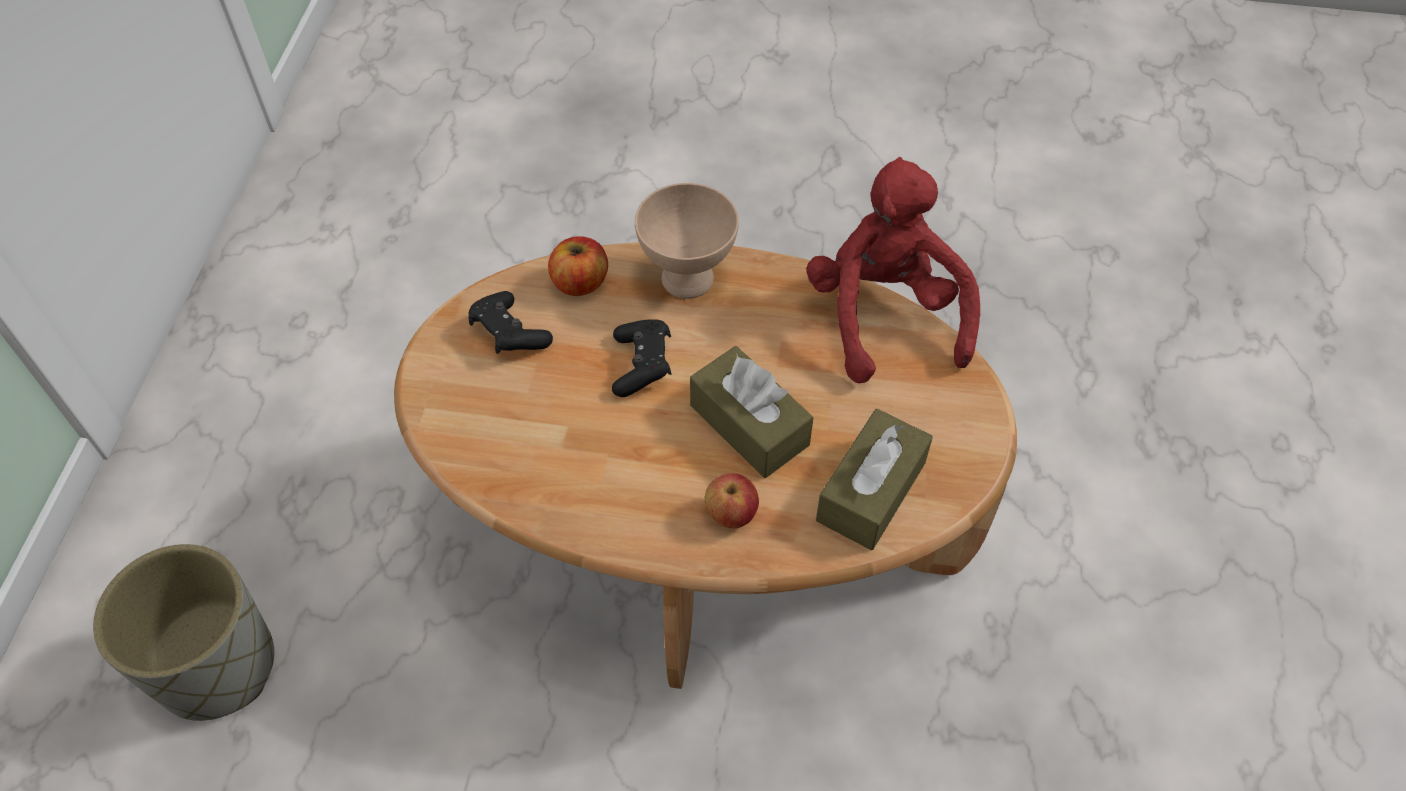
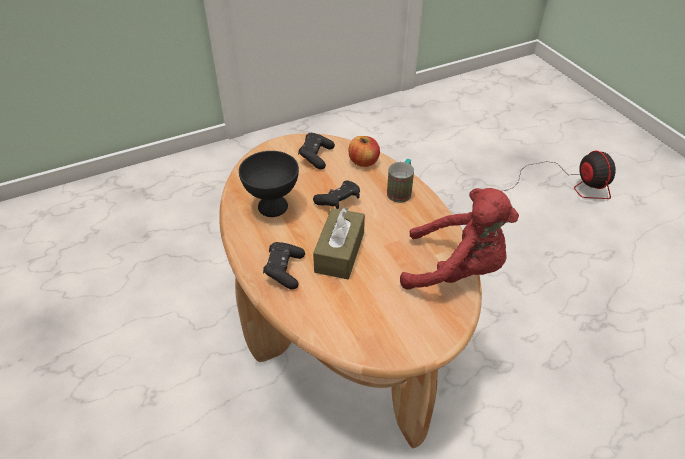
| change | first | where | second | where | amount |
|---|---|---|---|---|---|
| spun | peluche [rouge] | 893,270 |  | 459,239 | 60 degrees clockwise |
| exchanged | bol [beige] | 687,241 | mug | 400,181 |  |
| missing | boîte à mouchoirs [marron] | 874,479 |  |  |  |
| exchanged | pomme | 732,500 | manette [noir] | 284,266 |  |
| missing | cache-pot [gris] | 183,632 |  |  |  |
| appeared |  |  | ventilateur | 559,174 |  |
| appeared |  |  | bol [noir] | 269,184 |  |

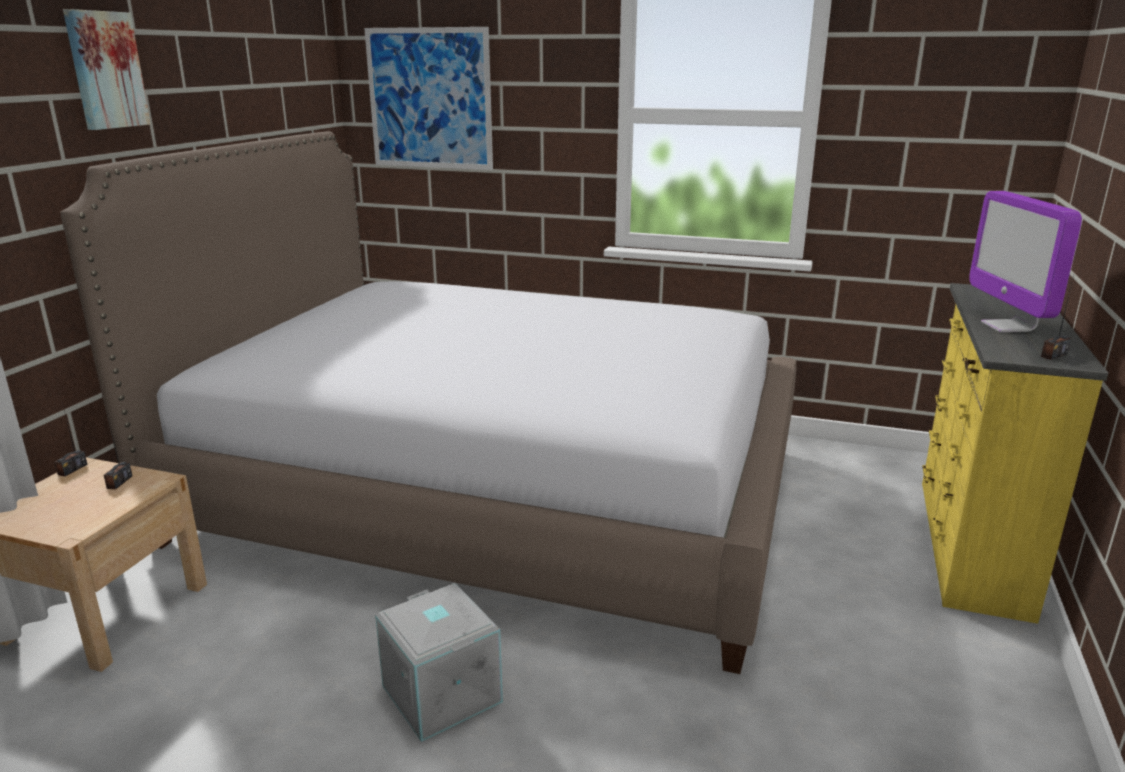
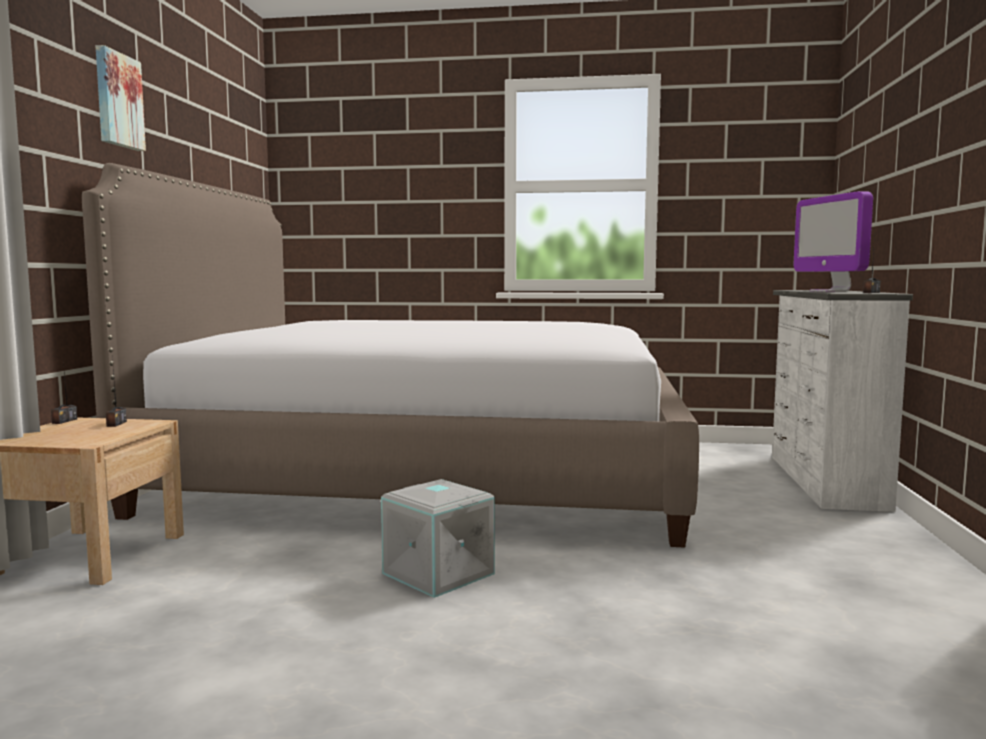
| change | first | where | second | where | amount |
|---|---|---|---|---|---|
| missing | tableau | 428,98 |  |  |  |
| colour | commode [jaune] | 1015,453 | commode [blanc] | 842,401 |  |

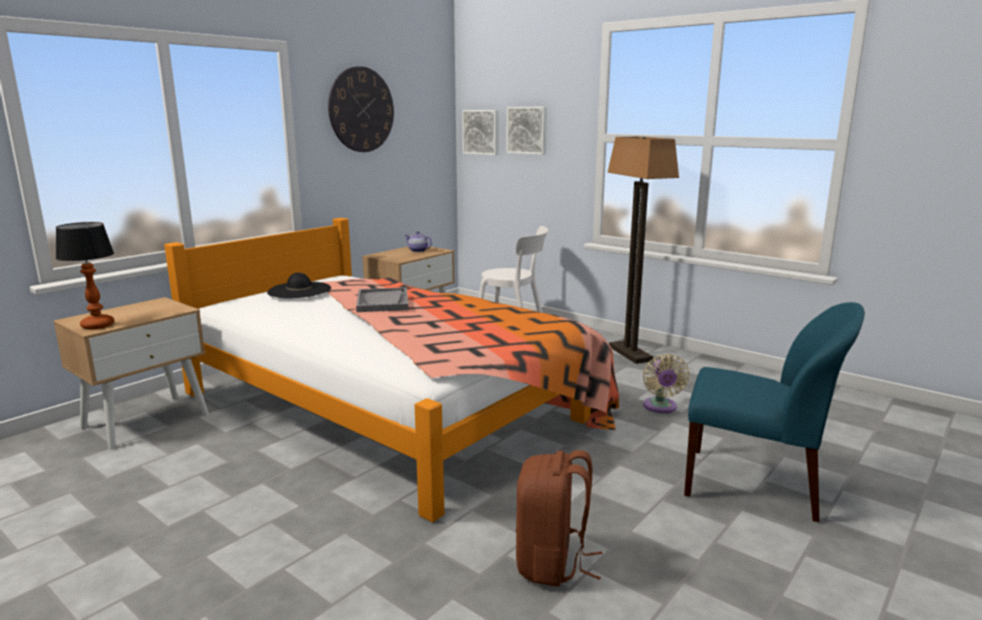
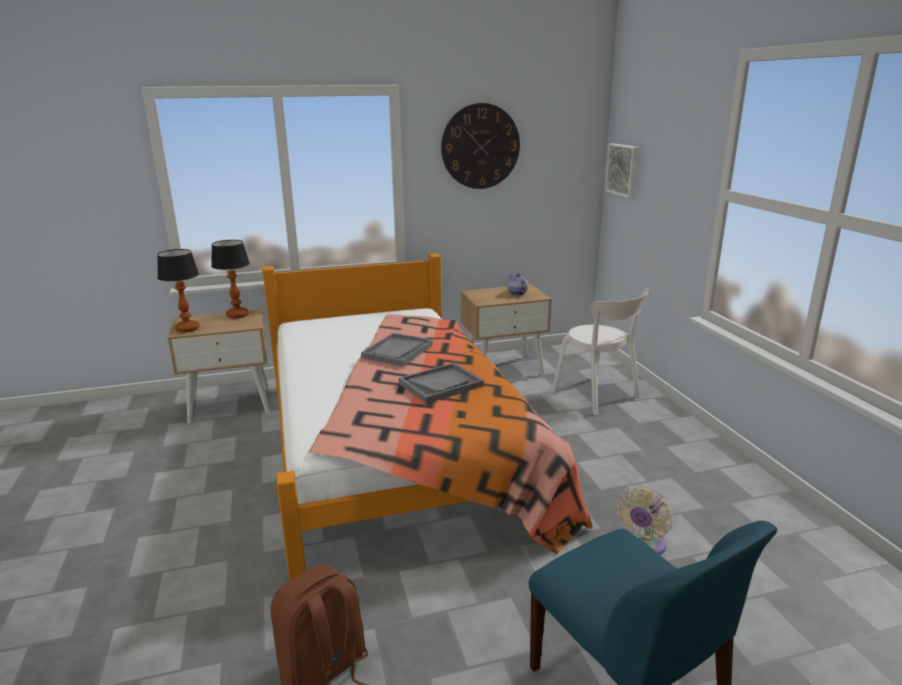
| change | first | where | second | where | amount |
|---|---|---|---|---|---|
| missing | tableau | 527,131 |  |  |  |
| missing | lampadaire | 643,250 |  |  |  |
| missing | chapeau [noir] | 299,286 |  |  |  |
| appeared |  |  | lampe de table | 230,279 |  |
| appeared |  |  | plateau [gris] | 441,383 |  |

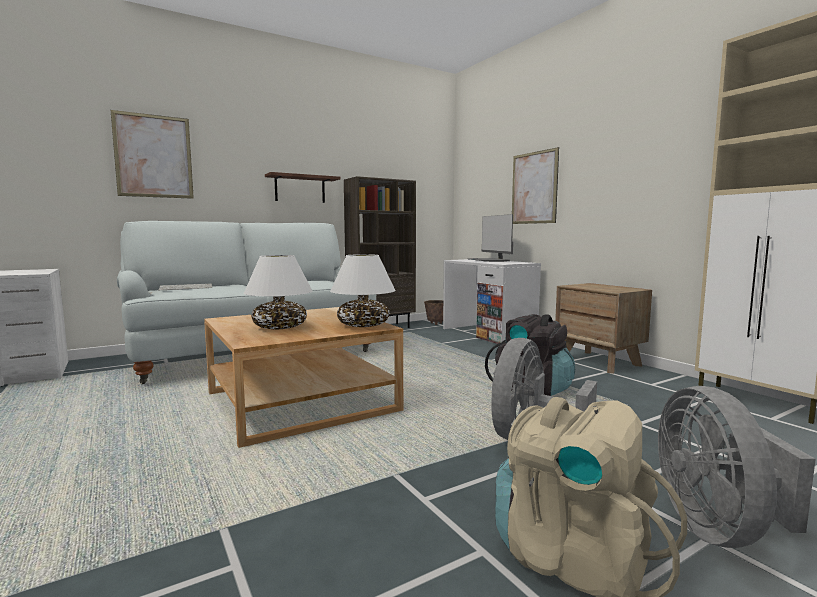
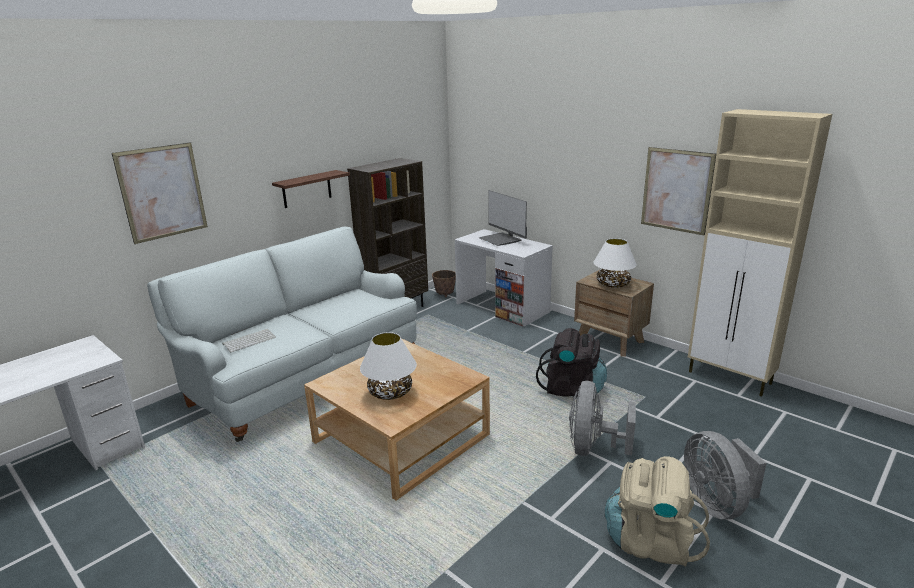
| change | first | where | second | where | amount |
|---|---|---|---|---|---|
| relocated | tableau | 535,185 |  | 678,191 |  |
| relocated | lampe de table [blanc] | 363,290 |  | 615,263 |  |

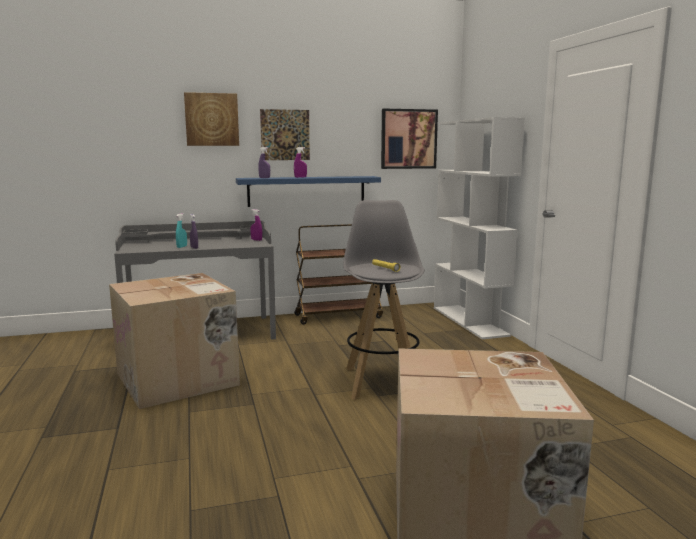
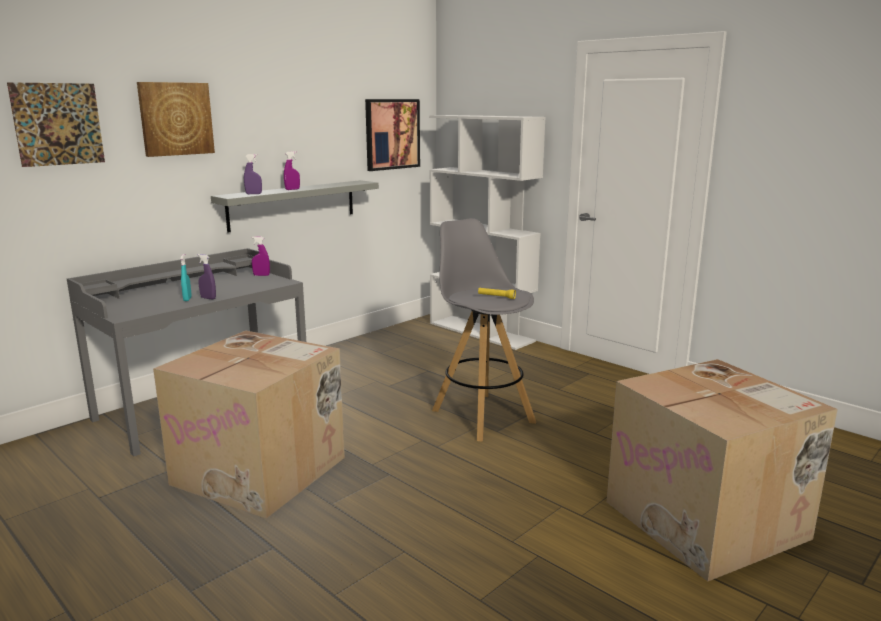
| change | first | where | second | where | amount |
|---|---|---|---|---|---|
| relocated | tableau | 285,134 |  | 56,124 |  |
| colour | étagère [bleu] | 308,191 | étagère [gris] | 295,206 |  |
| missing | chariot [marron] | 338,274 |  |  |  |

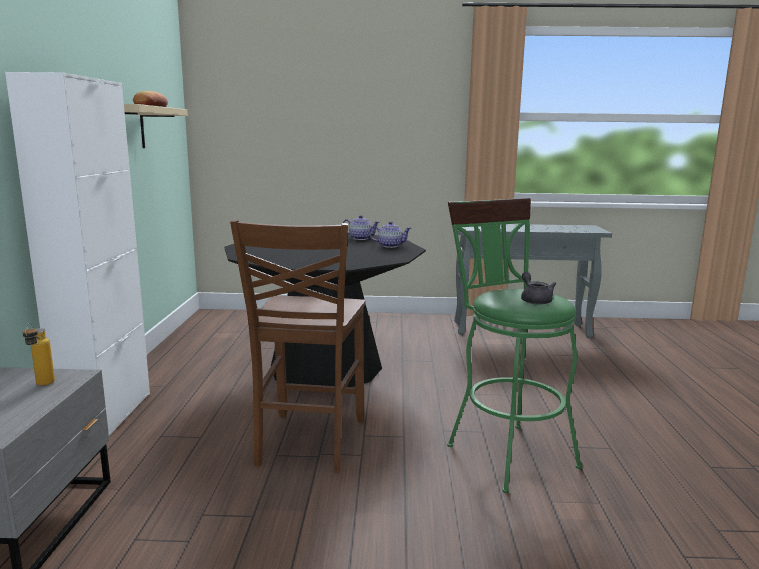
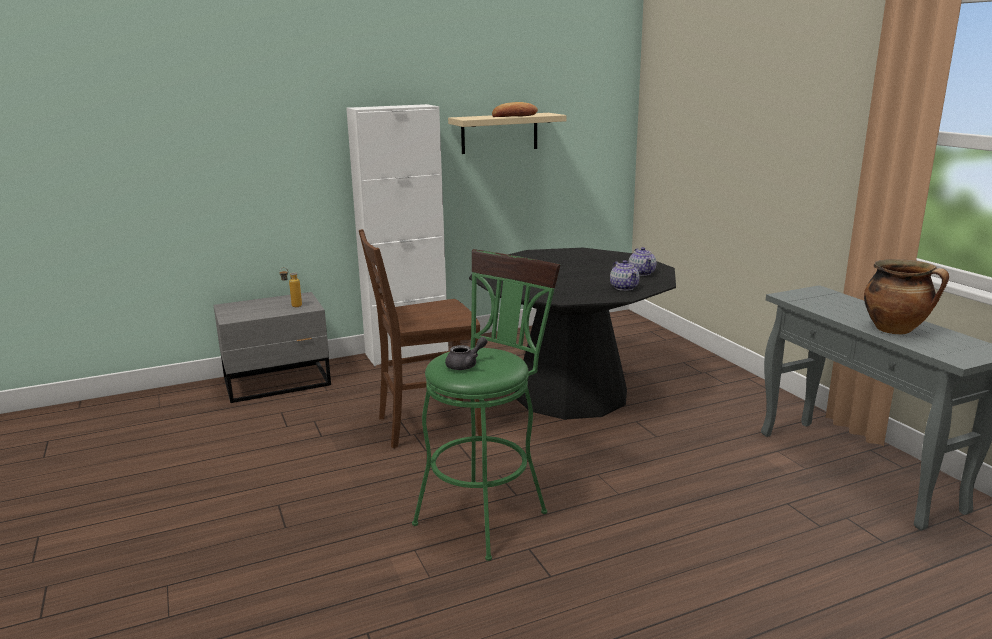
| change | first | where | second | where | amount |
|---|---|---|---|---|---|
| appeared |  |  | marmite | 906,296 |  |

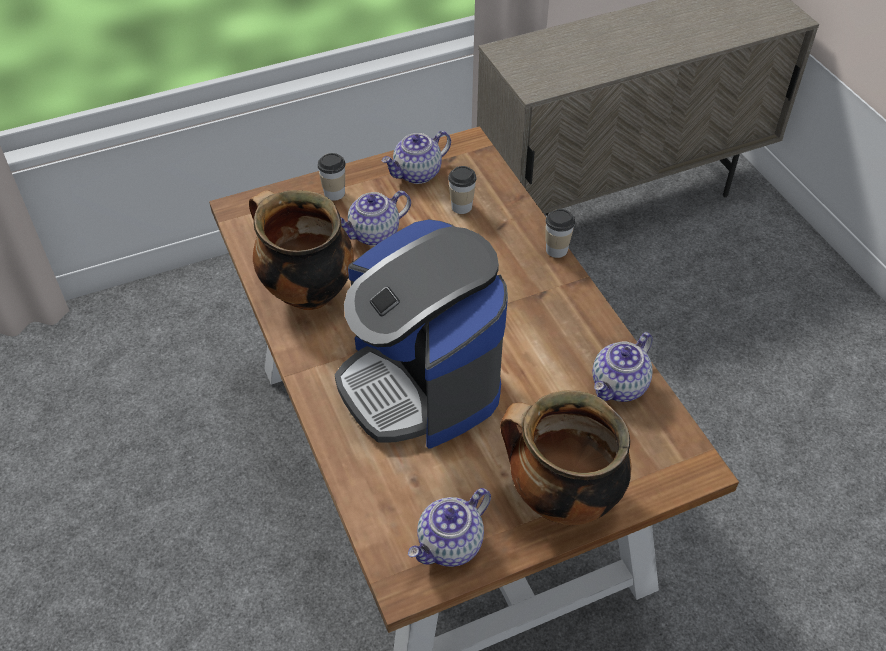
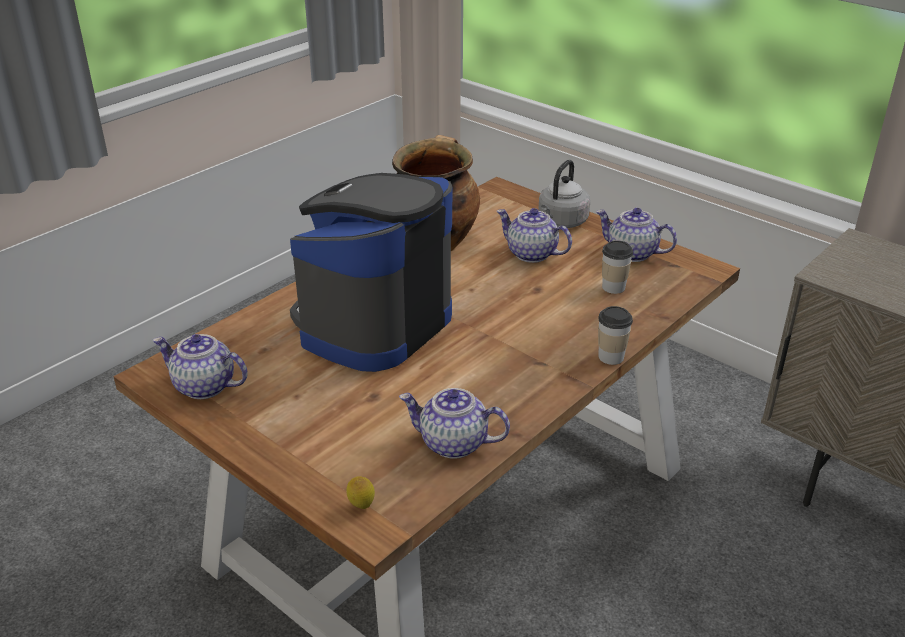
| change | first | where | second | where | amount |
|---|---|---|---|---|---|
| exchanged | tasse | 332,177 | bouilloire [gris] | 564,194 |  |
| missing | marmite | 566,457 |  |  |  |
| appeared |  |  | citron | 360,492 |  |

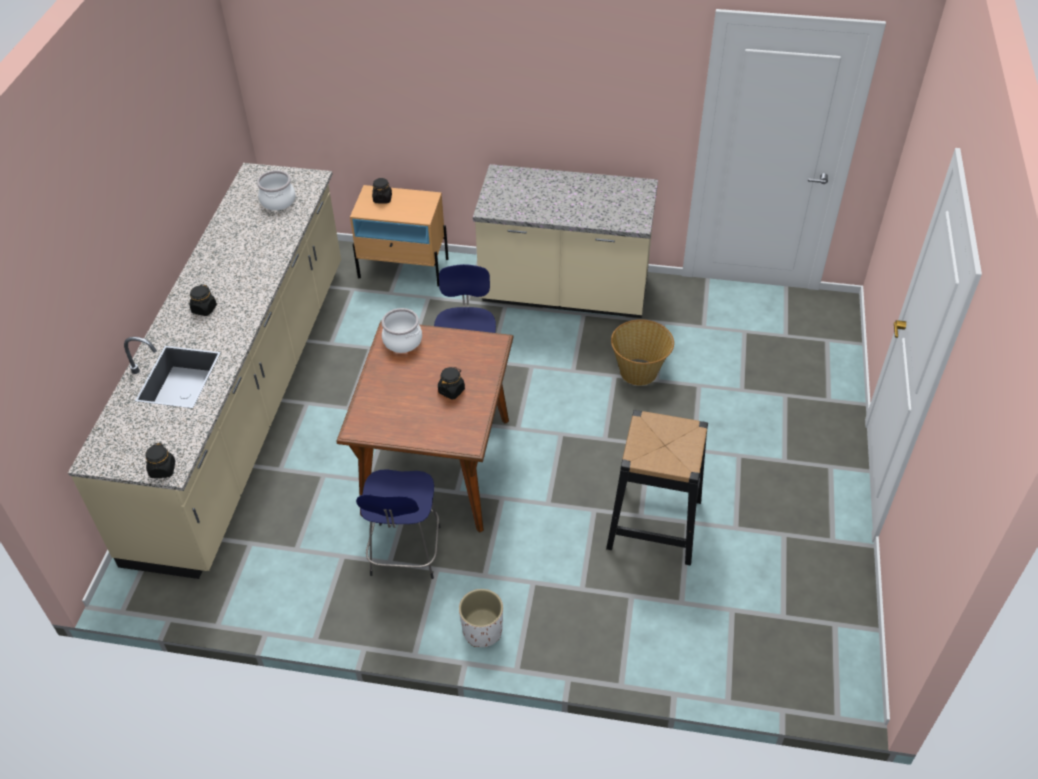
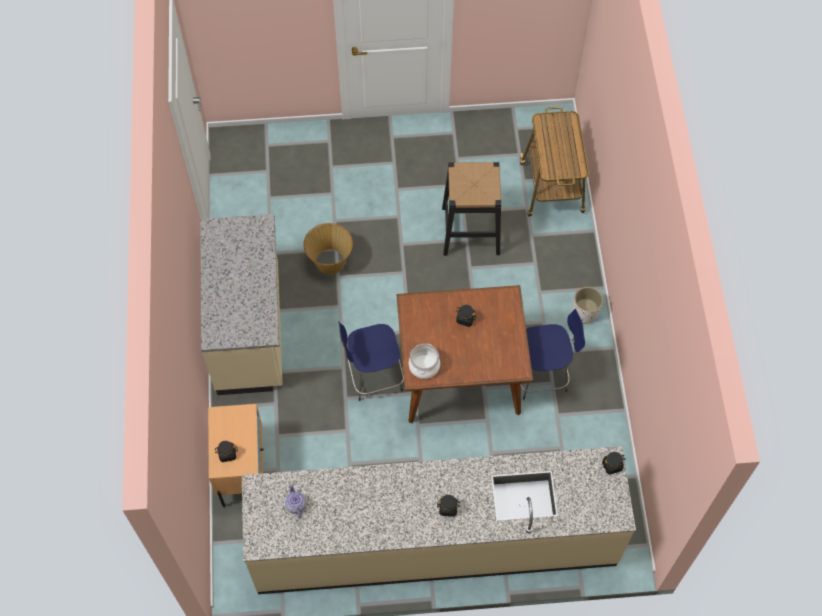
| change | first | where | second | where | amount |
|---|---|---|---|---|---|
| exchanged | marmite | 276,190 | théière | 295,501 |  |
| appeared |  |  | chariot | 554,161 |  |

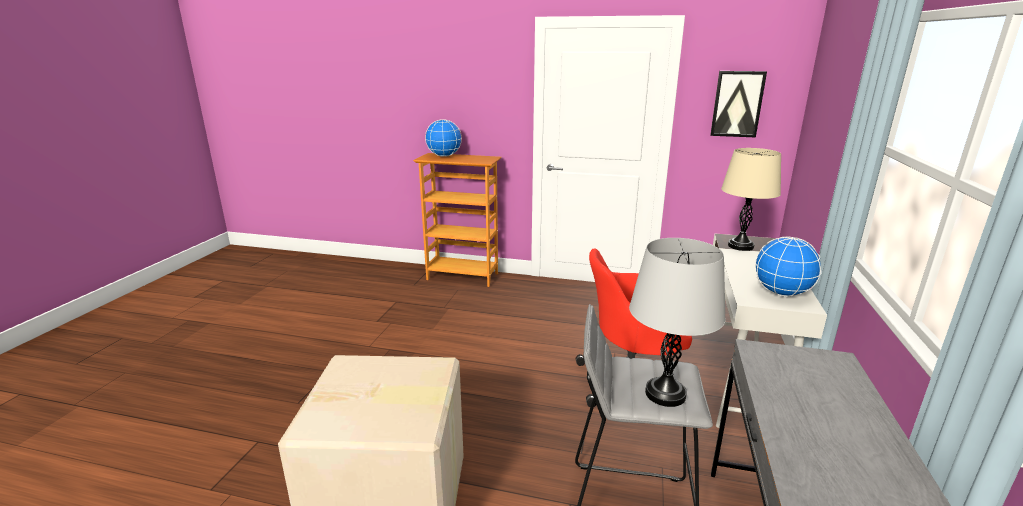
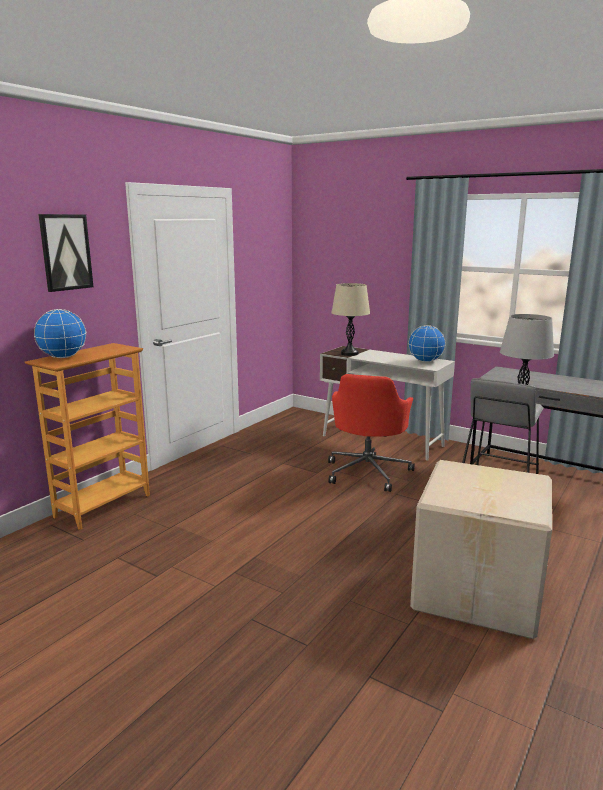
| change | first | where | second | where | amount |
|---|---|---|---|---|---|
| relocated | tableau | 738,104 |  | 65,253 |  |

